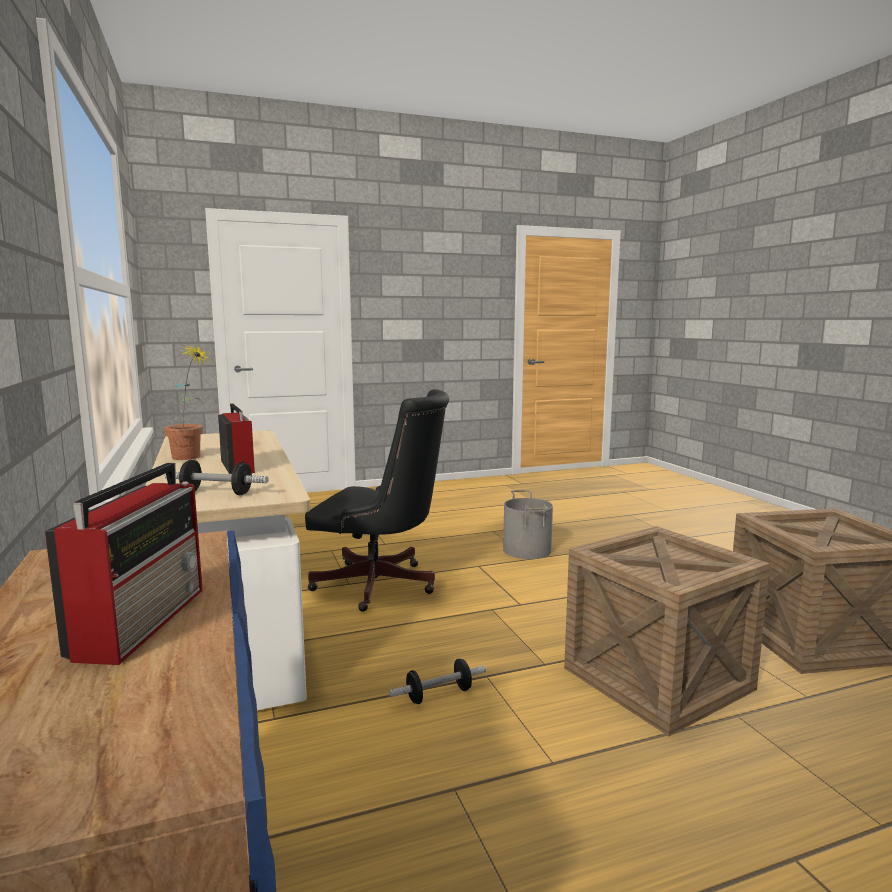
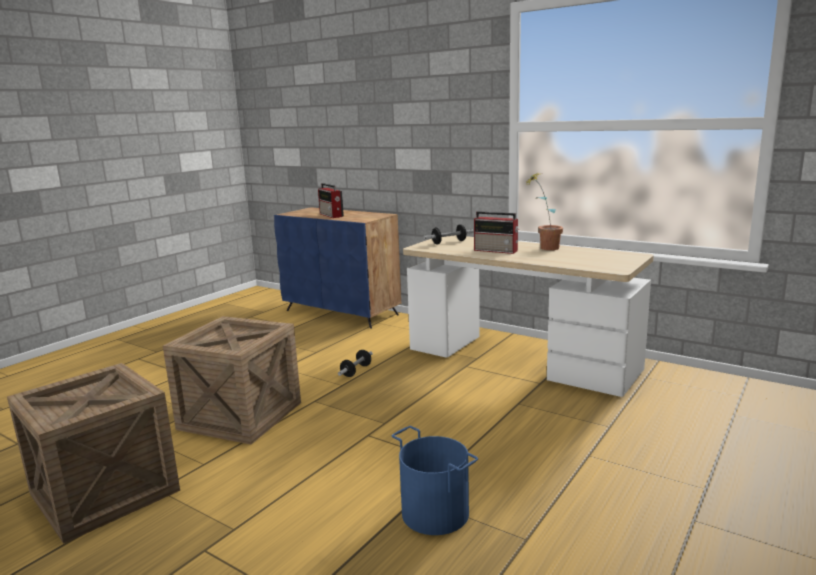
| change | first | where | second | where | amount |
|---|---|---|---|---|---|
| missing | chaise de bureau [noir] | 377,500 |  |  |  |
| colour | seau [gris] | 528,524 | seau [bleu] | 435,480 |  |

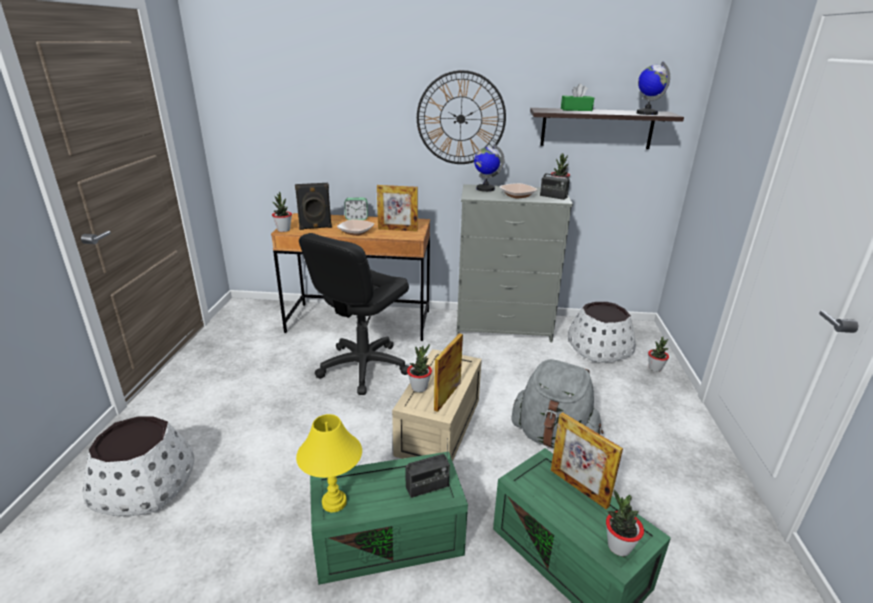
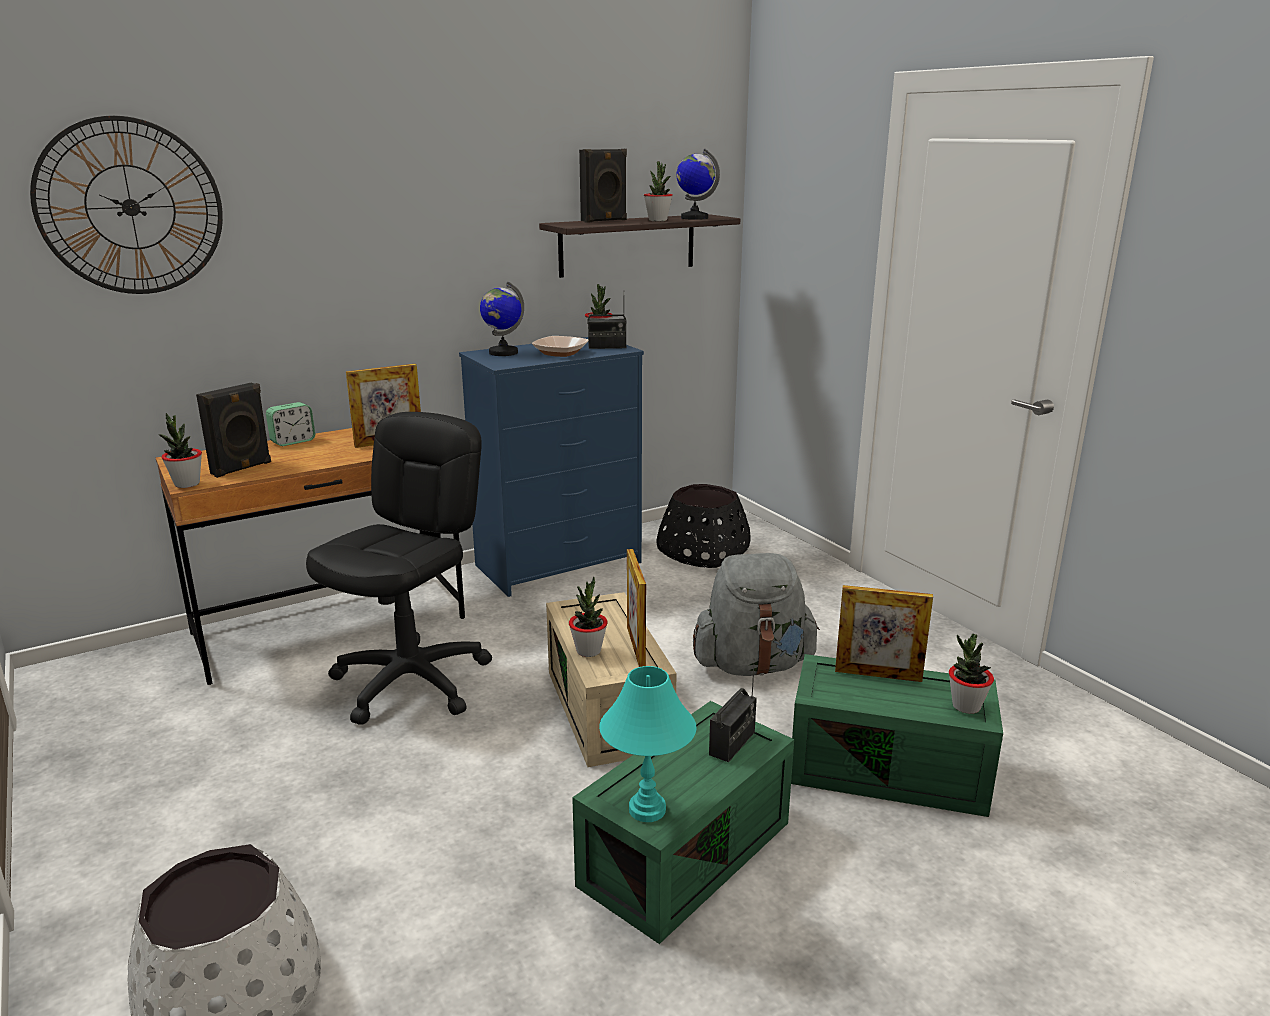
| change | first | where | second | where | amount |
|---|---|---|---|---|---|
| relocated | horloge murale | 461,117 |  | 126,205 |  |
| exchanged | boîte à mouchoirs [vert] | 577,97 | enceinte [noir] | 603,186 |  |
| colour | commode [gris] | 515,263 | commode [bleu] | 551,467 |  |
| missing | bol | 355,227 |  |  |  |
| spun | chaise de bureau [noir] | 354,314 |  | 399,568 | 150 degrees counterclockwise |
| colour | cache-pot [blanc] | 602,332 | cache-pot [noir] | 703,526 |  |
| relocated | plante en pot | 658,354 |  | 658,191 |  |
| colour | lampe de table [jaune] | 329,463 | lampe de table [turquoise] | 648,744 |  |

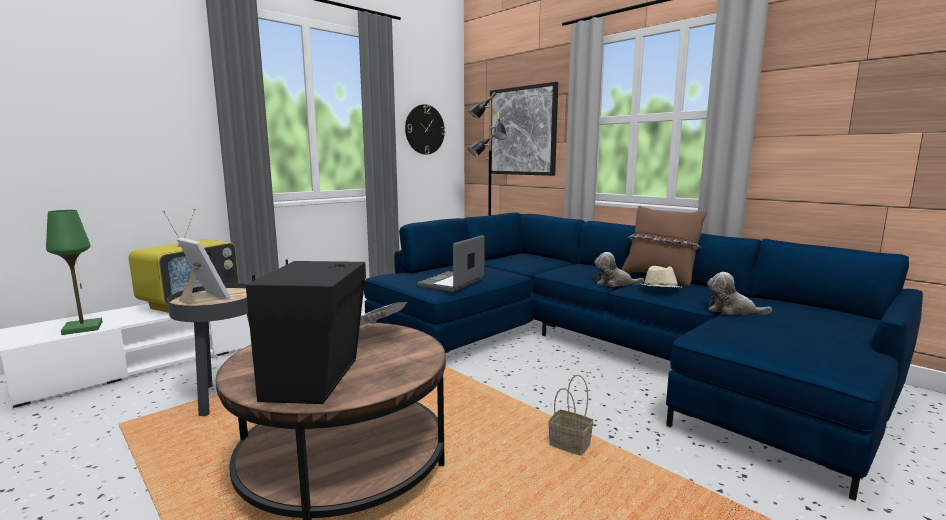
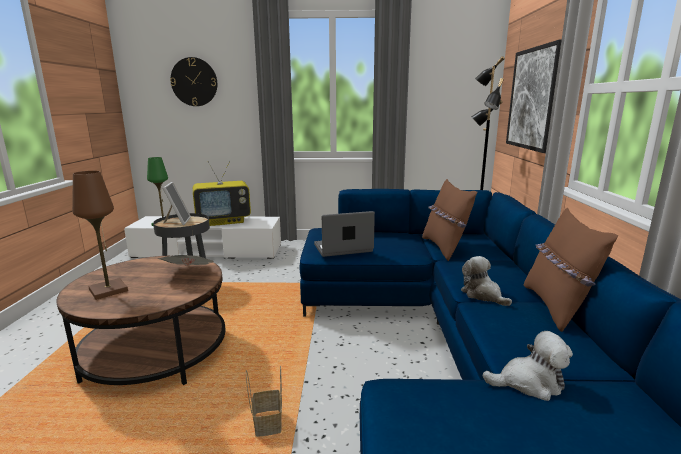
| change | first | where | second | where | amount |
|---|---|---|---|---|---|
| relocated | horloge murale | 425,129 |  | 193,81 |  |
| exchanged | enceinte [noir] | 306,331 | lampe de table [marron] | 100,235 |  |
| missing | chapeau [beige] | 661,277 |  |  |  |
| spun | peluche | 739,293 |  | 528,366 | 105 degrees clockwise |
| appeared |  |  | coussin [marron] | 449,220 |  |

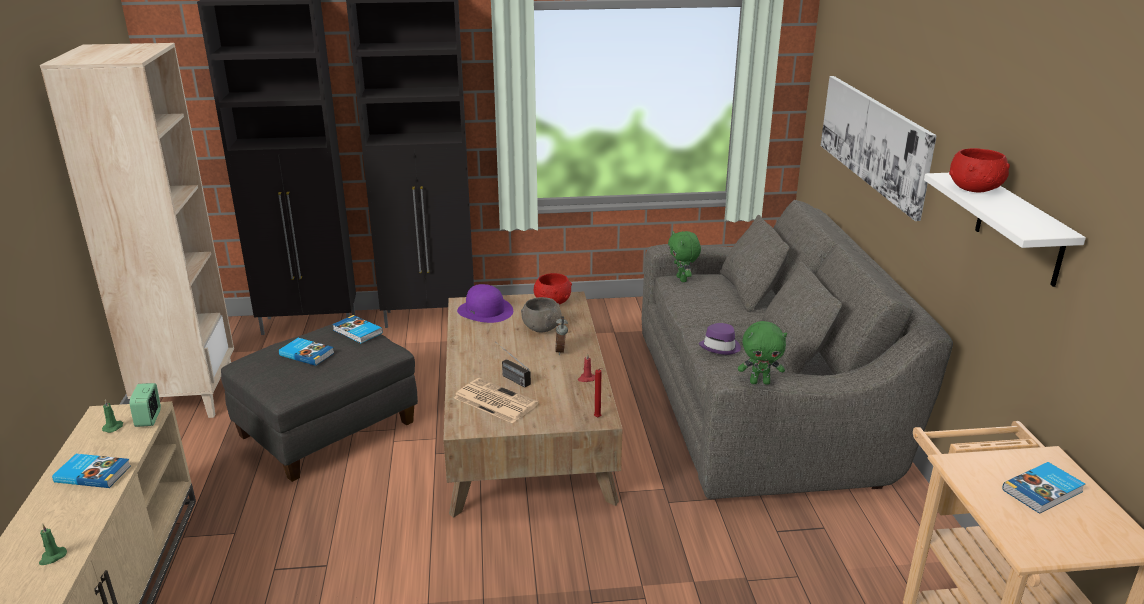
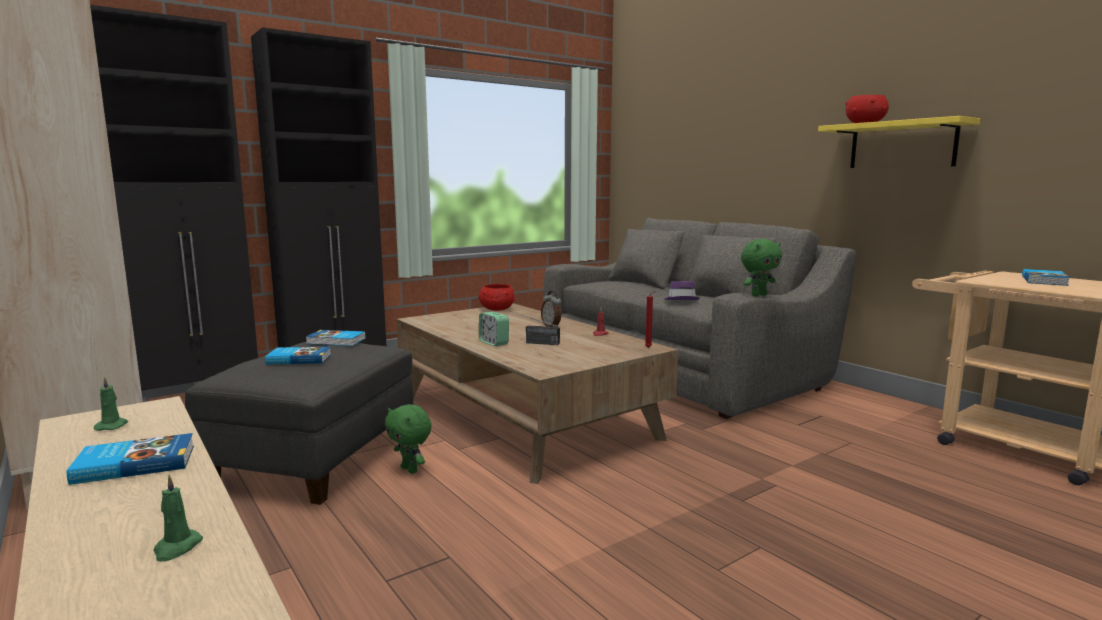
| change | first | where | second | where | amount |
|---|---|---|---|---|---|
| missing | tableau | 879,148 |  |  |  |
| colour | étagère [blanc] | 1005,230 | étagère [jaune] | 899,142 |  |
| relocated | peluche [vert] | 684,256 |  | 408,439 |  |
| missing | chapeau [violet] | 485,303 |  |  |  |
| missing | bol [gris] | 541,314 |  |  |  |
| missing | journal | 496,400 |  |  |  |
| relocated | réveil | 145,405 |  | 494,329 |  |

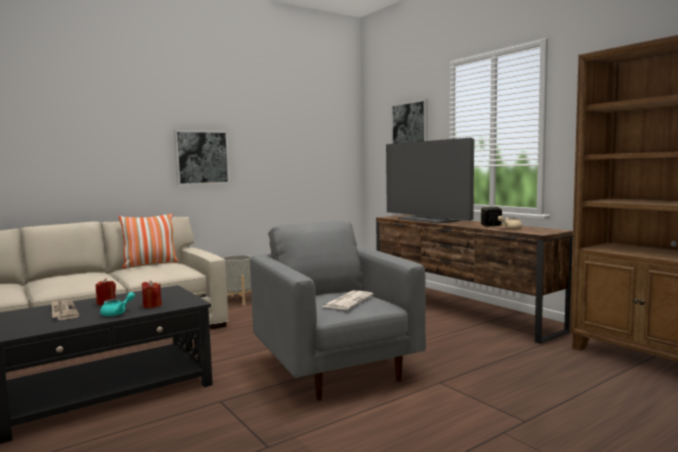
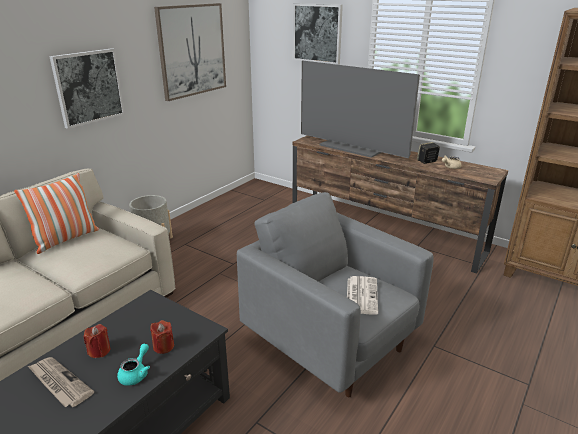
| change | first | where | second | where | amount |
|---|---|---|---|---|---|
| appeared |  |  | tableau | 190,52 |  |

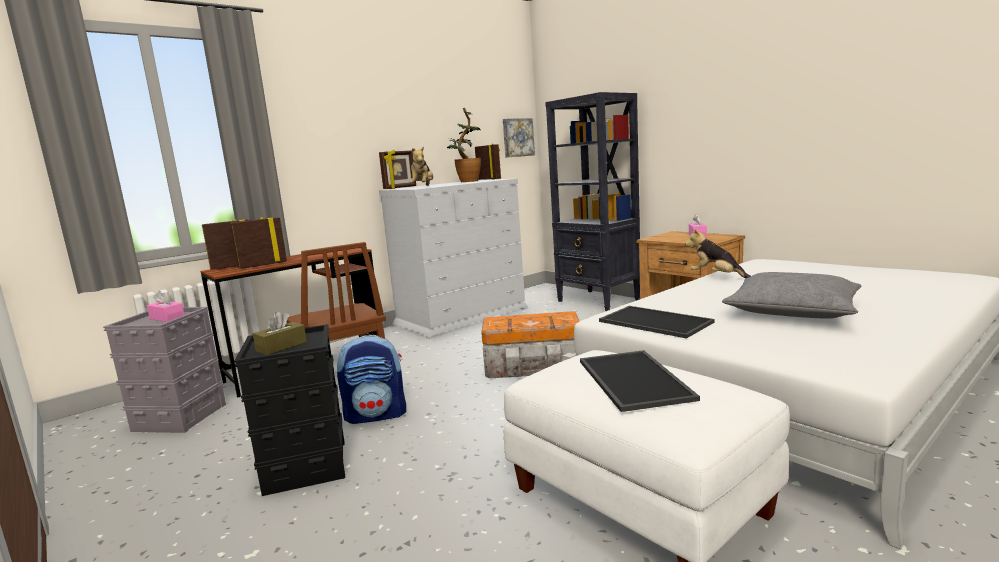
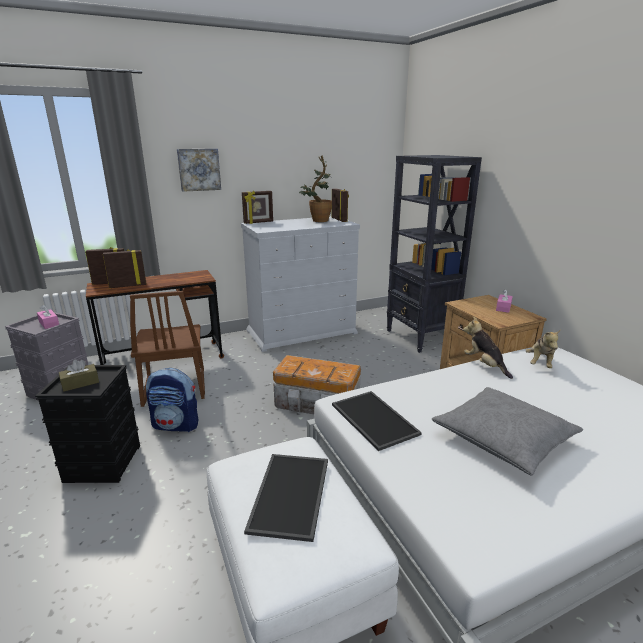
| change | first | where | second | where | amount |
|---|---|---|---|---|---|
| relocated | tableau | 519,138 |  | 199,170 |  |
| relocated | peluche | 421,166 |  | 543,349 |  |

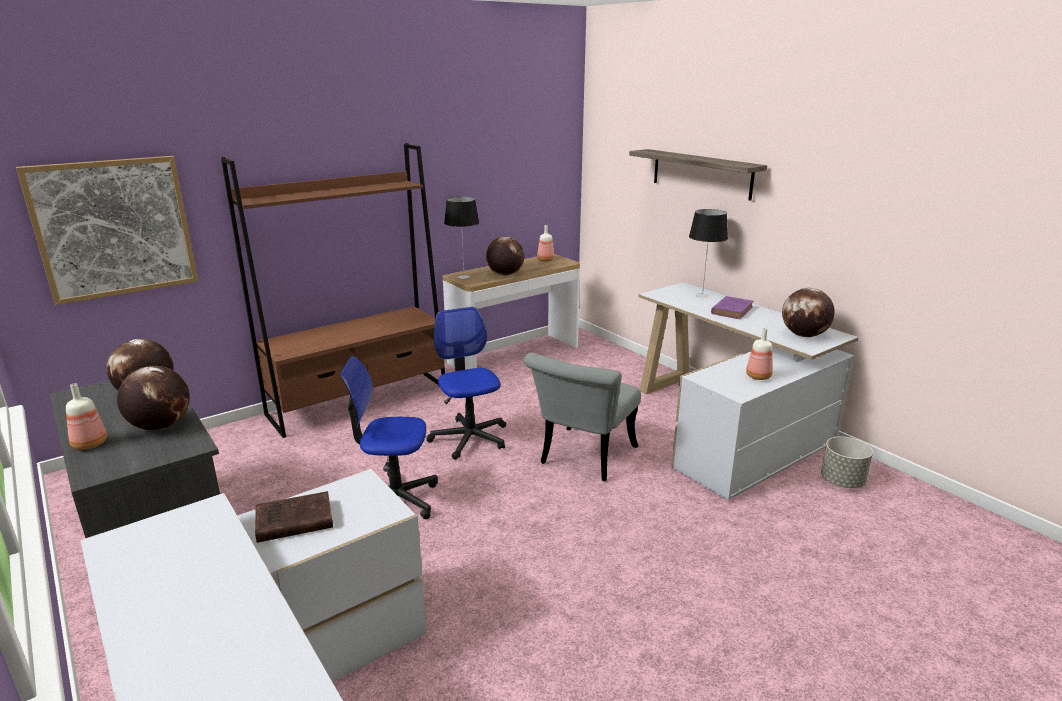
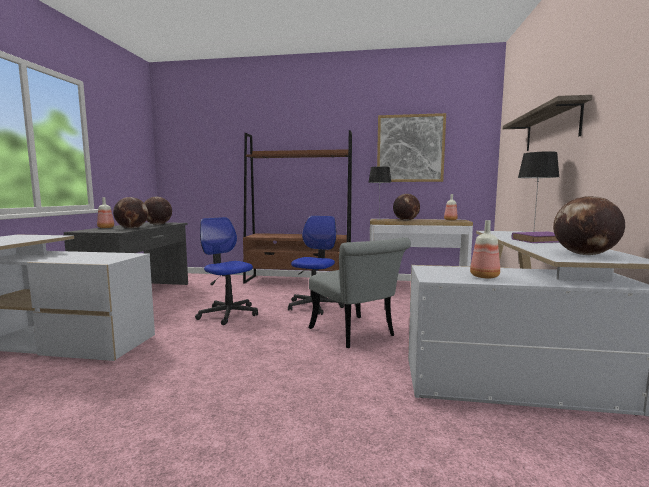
| change | first | where | second | where | amount |
|---|---|---|---|---|---|
| relocated | tableau | 107,230 |  | 411,147 |  |
| spun | chaise [gris] | 582,417 |  | 359,292 | 105 degrees counterclockwise |
| missing | cache-pot [gris] | 847,462 |  |  |  |
| missing | livre [marron] | 294,517 |  |  |  |

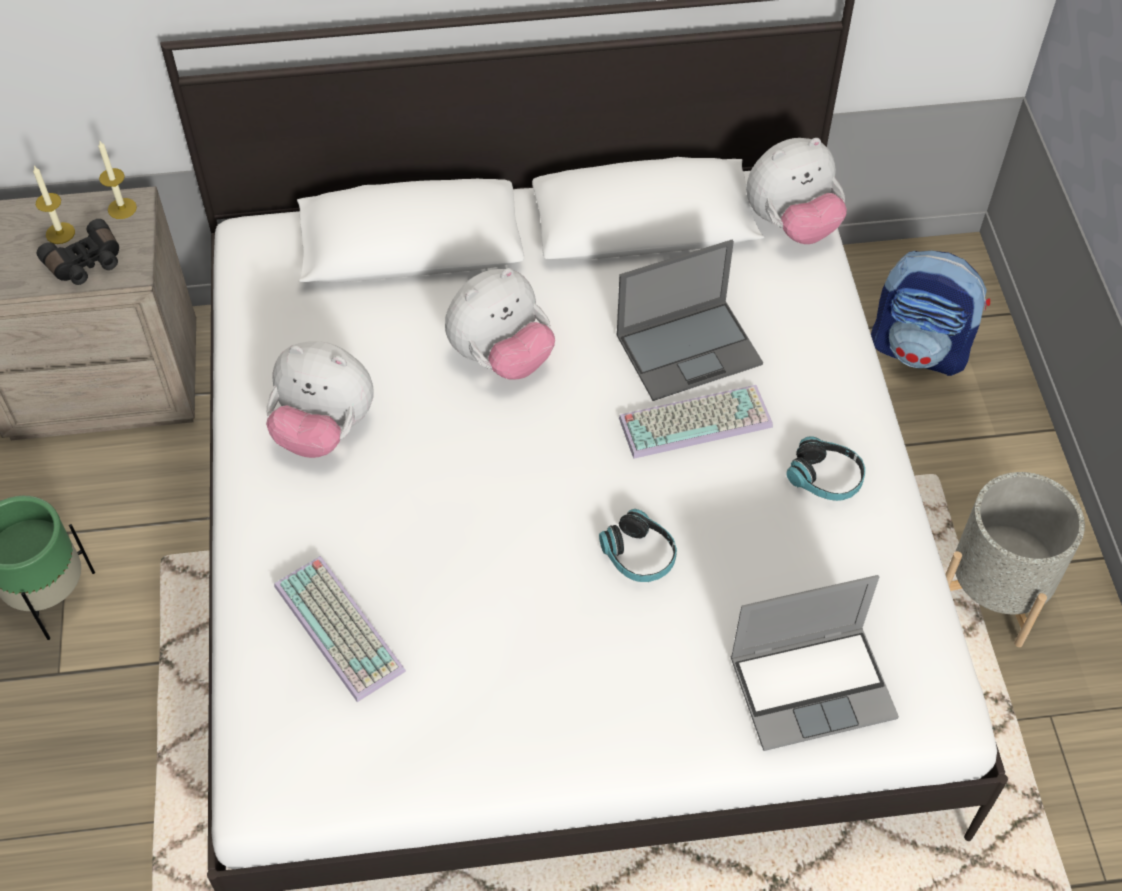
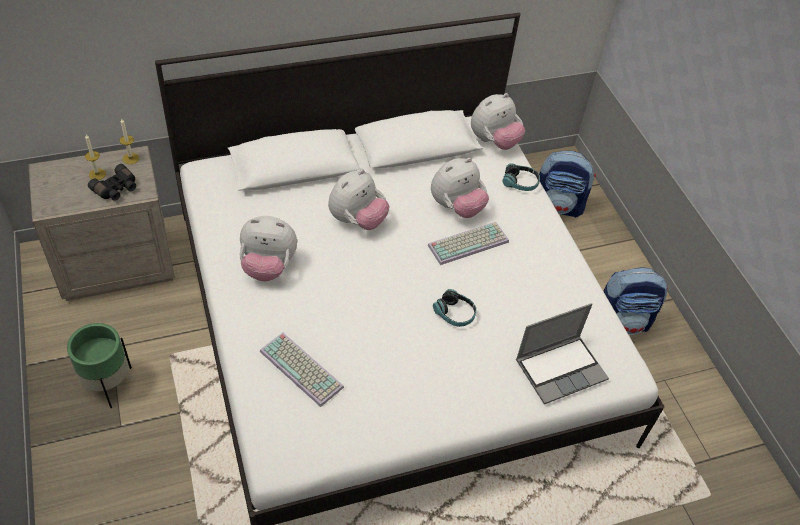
| change | first | where | second | where | amount |
|---|---|---|---|---|---|
| exchanged | ordinateur portable | 690,320 | peluche | 460,188 |  |
| relocated | casque audio | 825,468 |  | 521,177 |  |
| exchanged | cache-pot [gris] | 1015,559 | sac à dos | 635,301 |  |

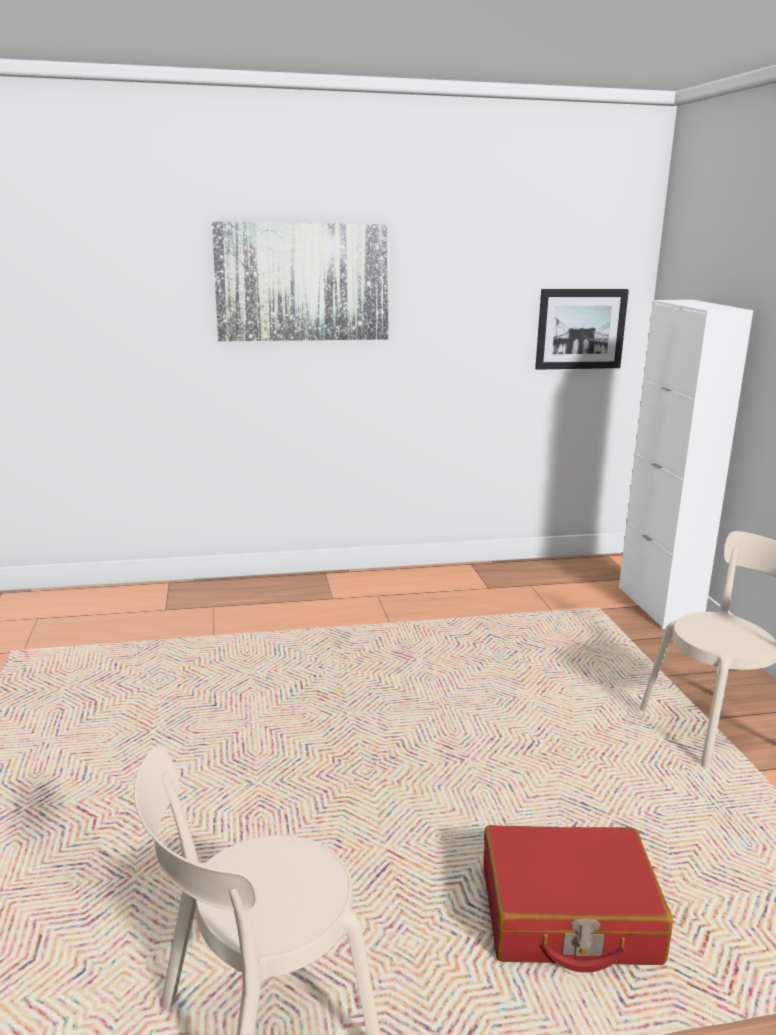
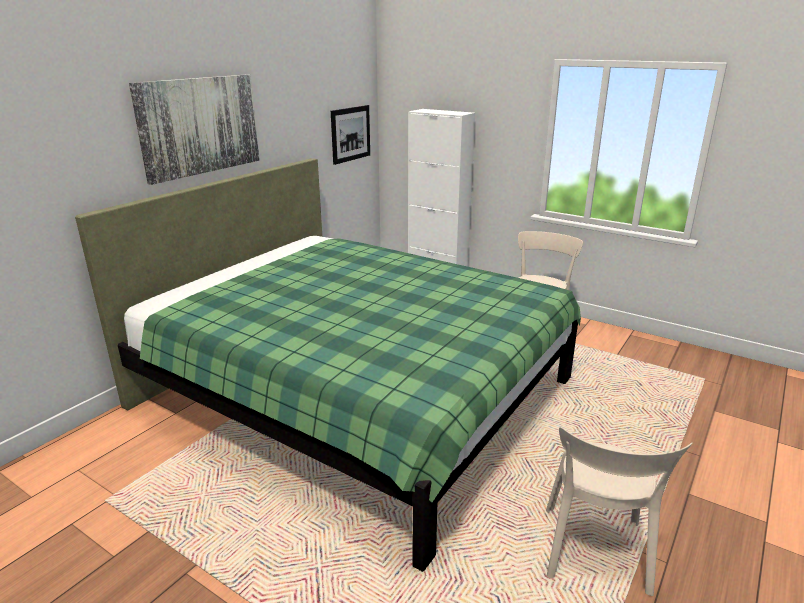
| change | first | where | second | where | amount |
|---|---|---|---|---|---|
| missing | valise [rouge] | 578,899 |  |  |  |
| appeared |  |  | lit [vert] | 328,365 |  |

